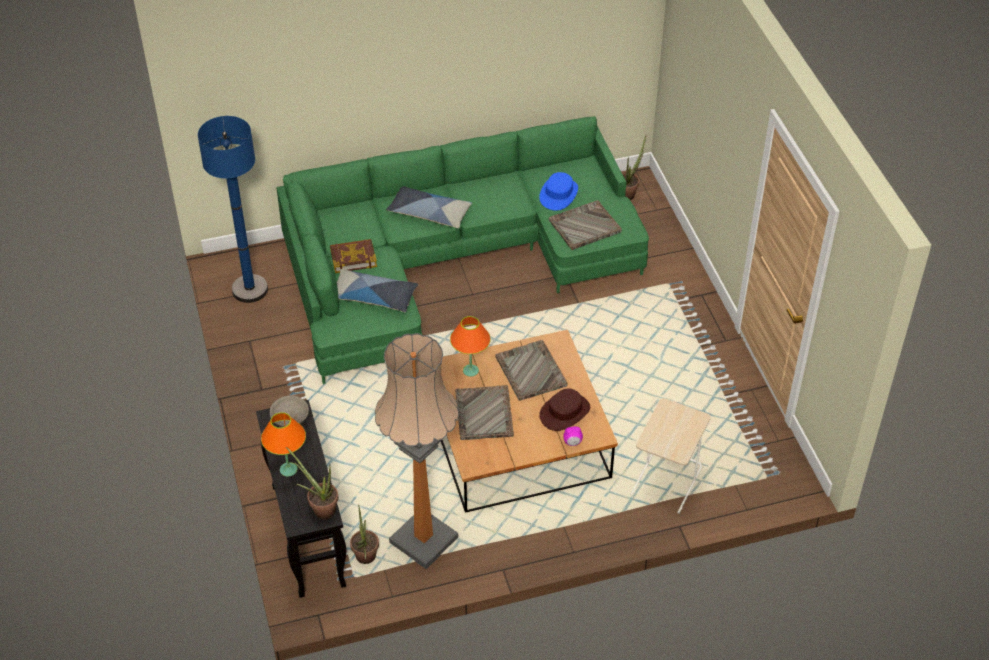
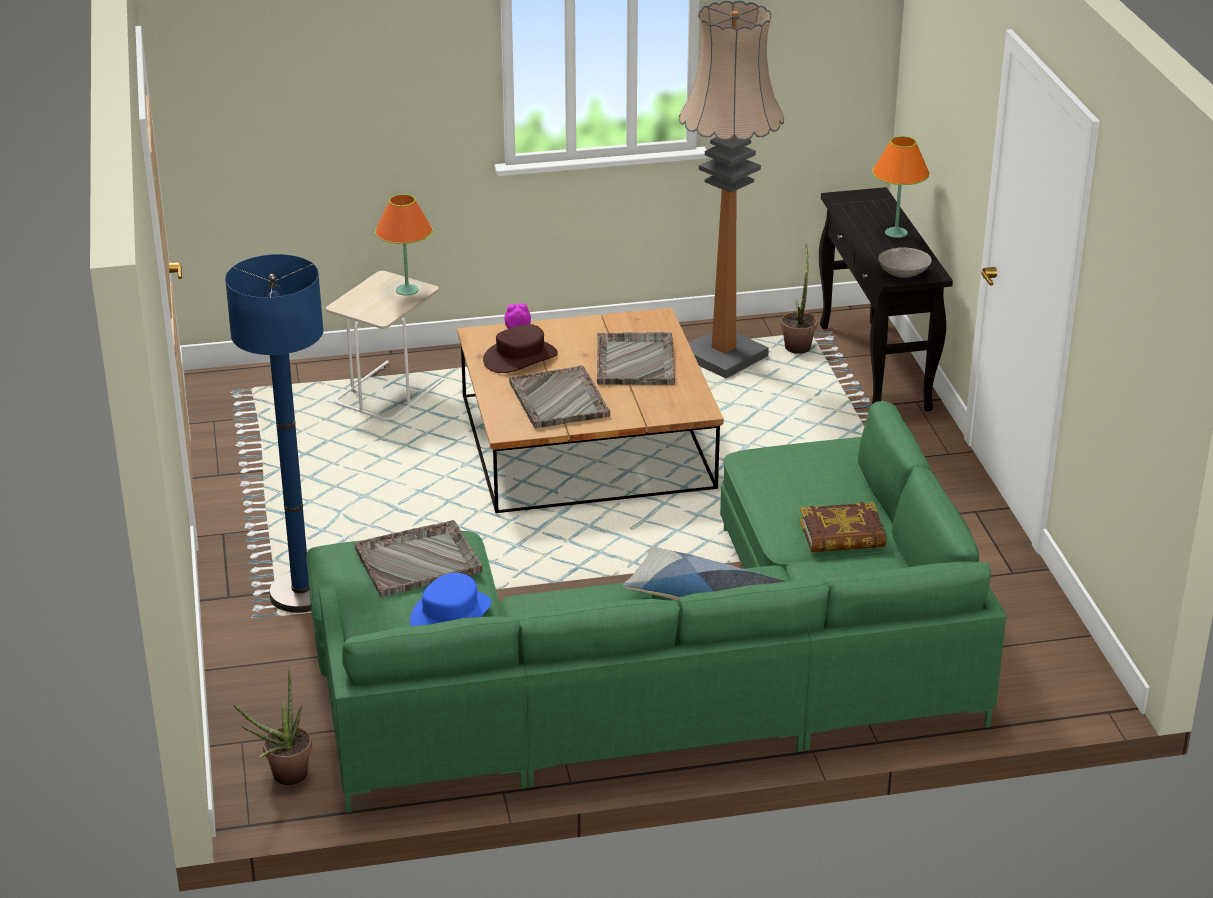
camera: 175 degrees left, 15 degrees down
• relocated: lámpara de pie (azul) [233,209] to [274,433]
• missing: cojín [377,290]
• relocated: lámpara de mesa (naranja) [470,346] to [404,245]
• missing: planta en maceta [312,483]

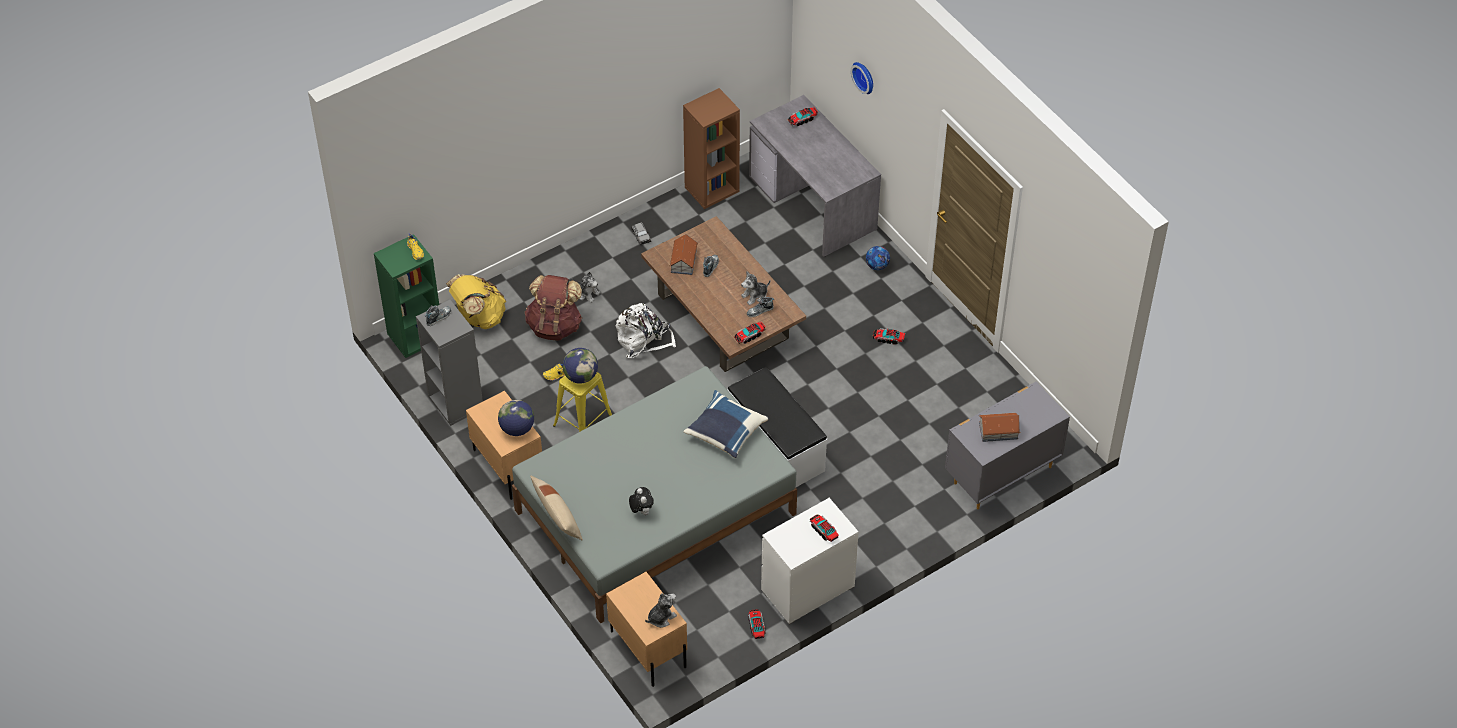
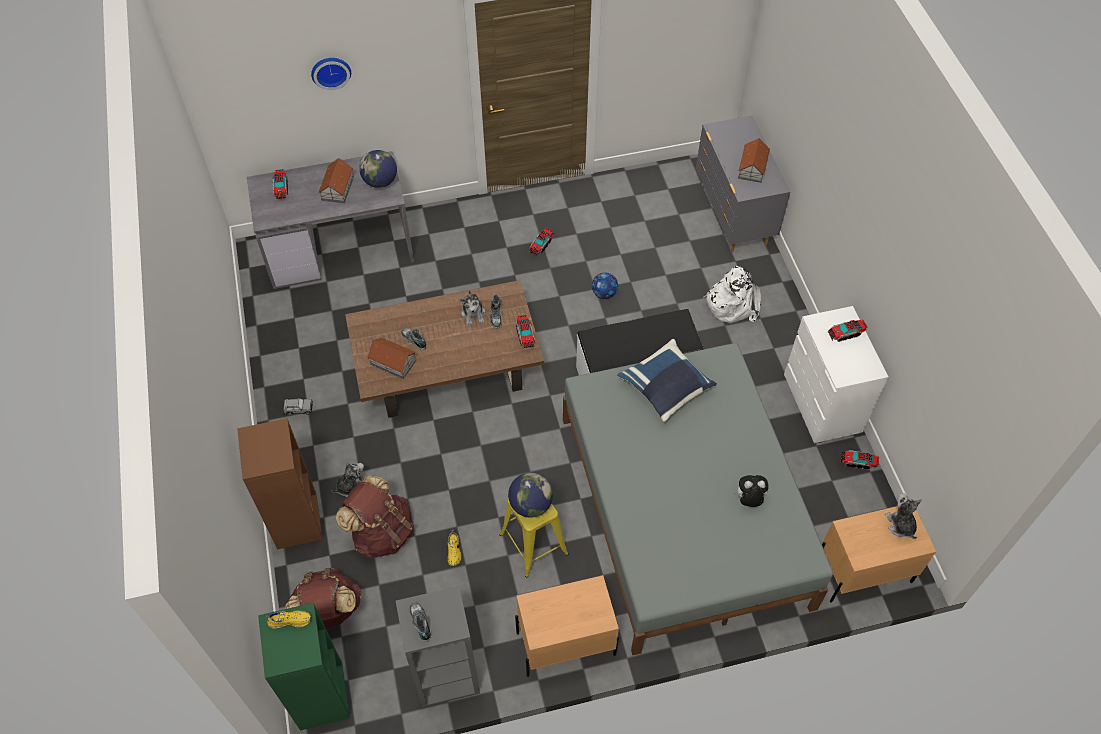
camera: 70 degrees left, 5 degrees up
• relocated: estantería (marrón) [711,148] to [280,483]
• relocated: balón de fútbol [878,258] to [605,286]
• colour: mochila (amarillo) [476,301] to mochila (marrón) [323,598]
• relocated: mochila (blanco) [646,330] to [732,294]
• relocated: globo terráqueo [516,418] to [378,169]
• missing: cojín (beis) [556,507]
• appeared: casita [336,180]

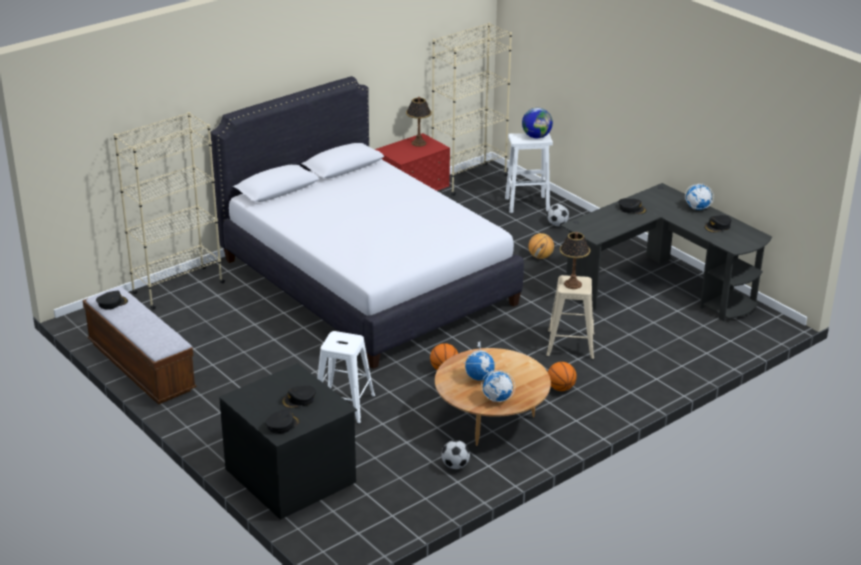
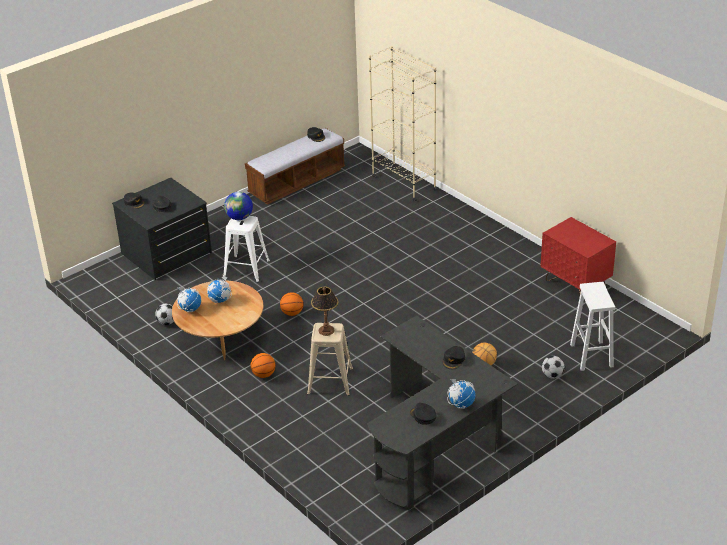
camera: 90 degrees right, 5 degrees up
• missing: estantería (beis) [472,109]
• missing: cama (blanco) [367,222]
• missing: lámpara de mesa [419,122]
• relocated: globo terráqueo [537,123] to [238,206]

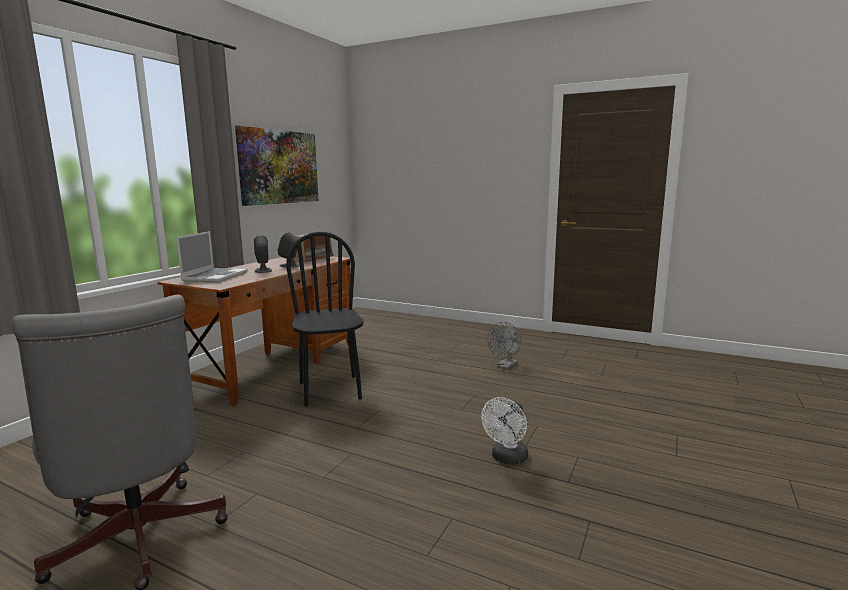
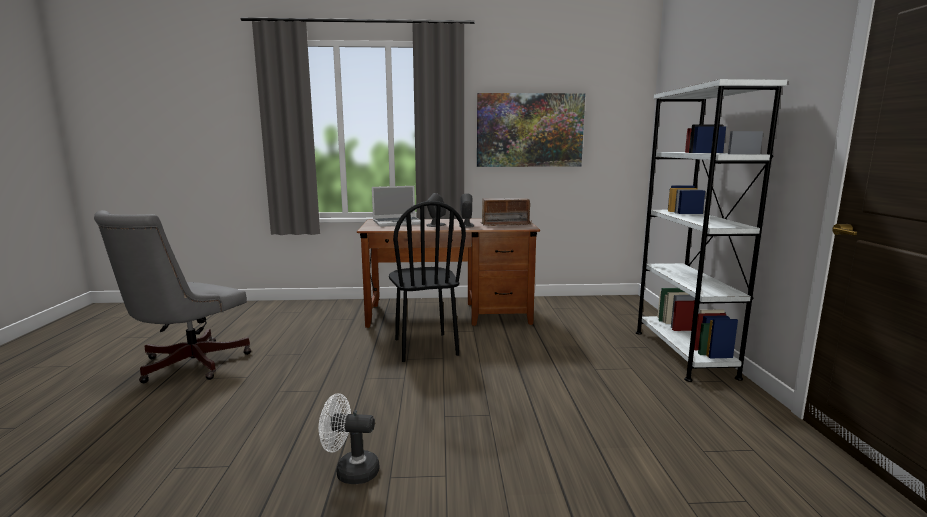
camera: 60 degrees right, 0 degrees up
• spun: silla (negro) [324,319] = [427,281] 120 degrees clockwise
• missing: ventilador (gris) [504,345]
• appeared: estantería (blanco) [711,230]

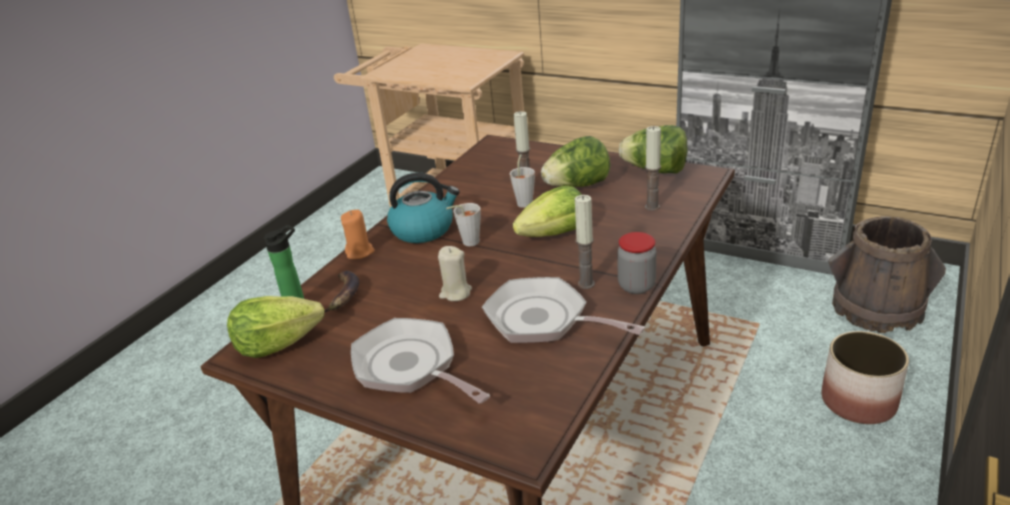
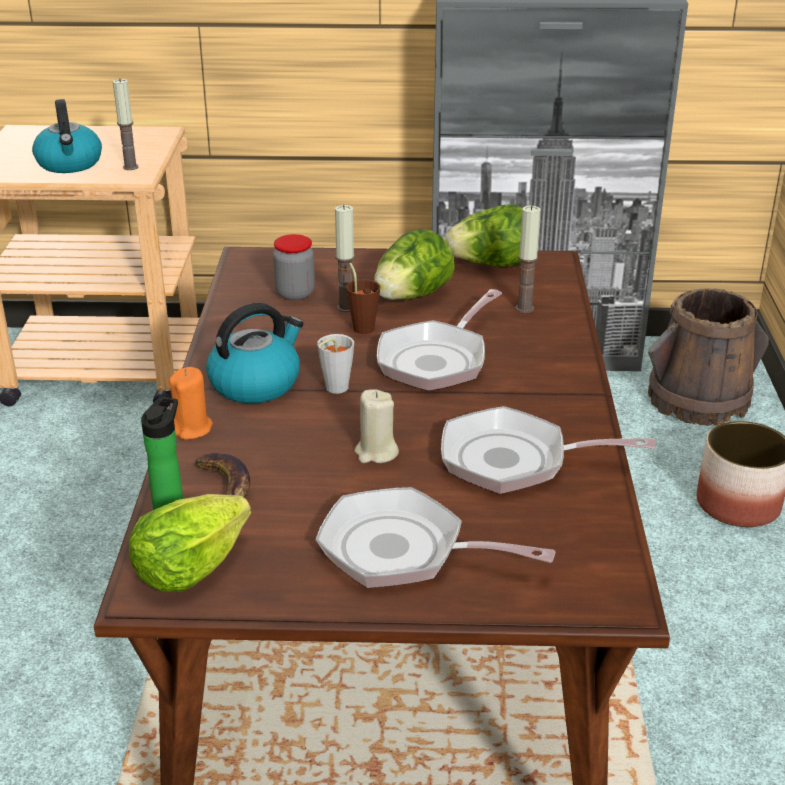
camera: 30 degrees left, 0 degrees up
• colour: taza (gris) [522,181] to taza (marrón) [363,298]
• exchanged: lechuga [547,211] to sartén [439,340]
• relocated: vela [585,242] to [125,124]
• relocated: tarro [636,263] to [294,267]
• appeared: hervidor [67,136]

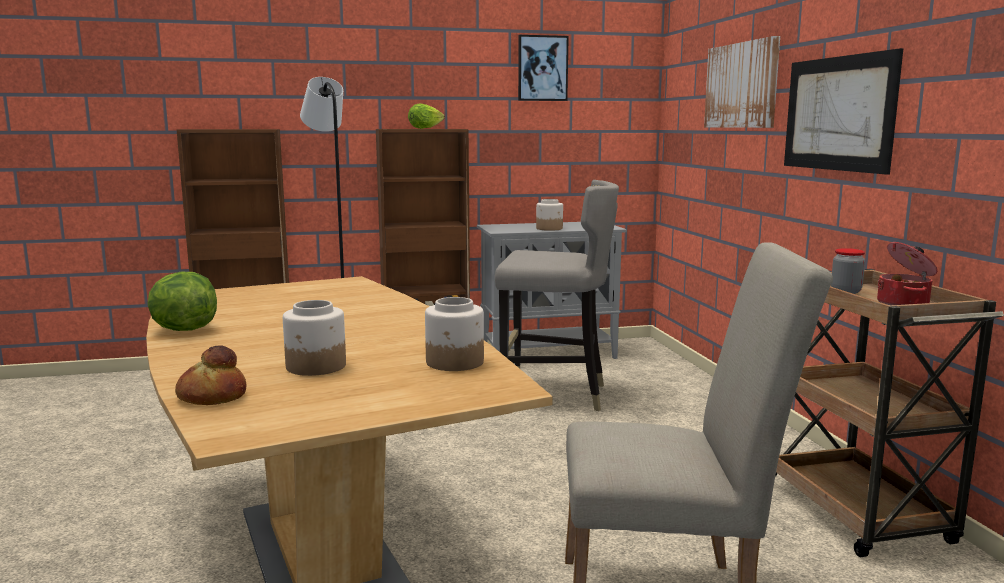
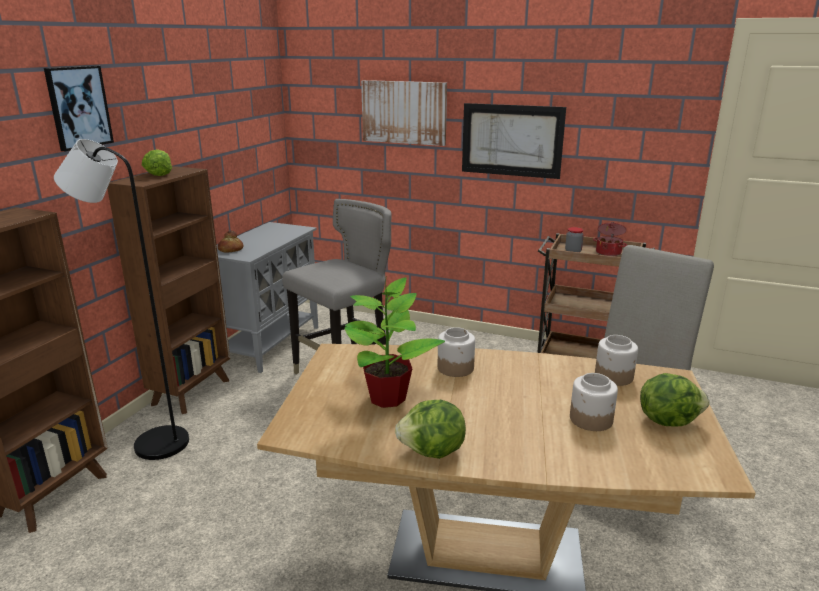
camera: 55 degrees left, 10 degrees up
• relocated: cuadro [543,68] to [79,108]
• relocated: tarro [549,215] to [456,352]
• relocated: pan [211,375] to [230,242]
• appeared: planta en maceta [394,342]
• appeared: lechuga [675,399]

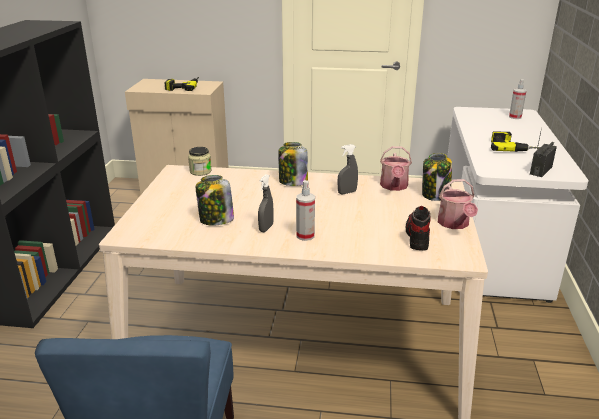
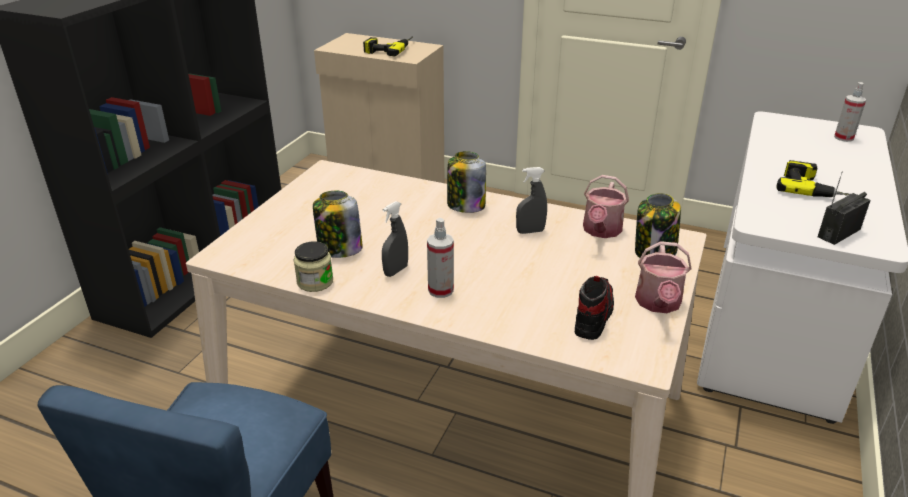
camera: 15 degrees right, 5 degrees up
• relocated: tarro [199,161] to [313,266]

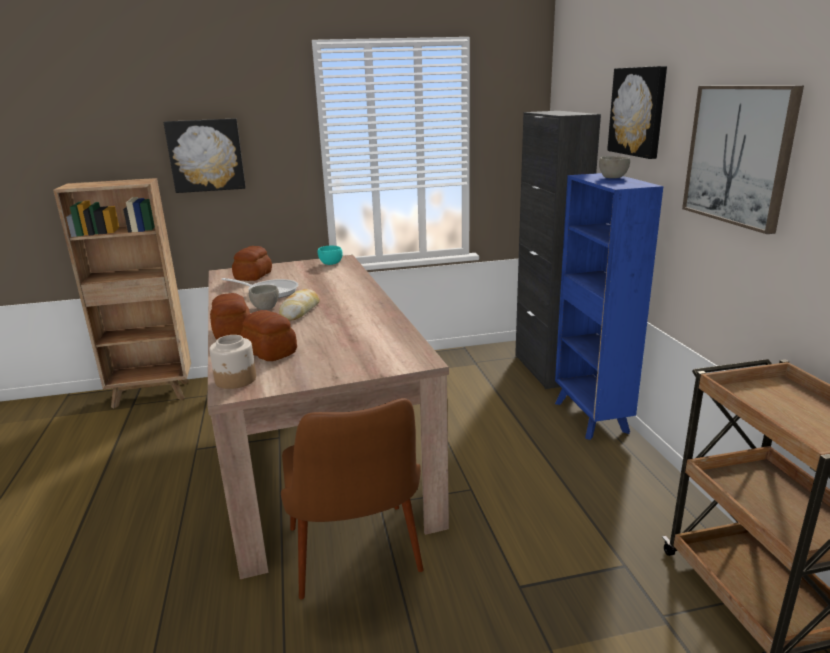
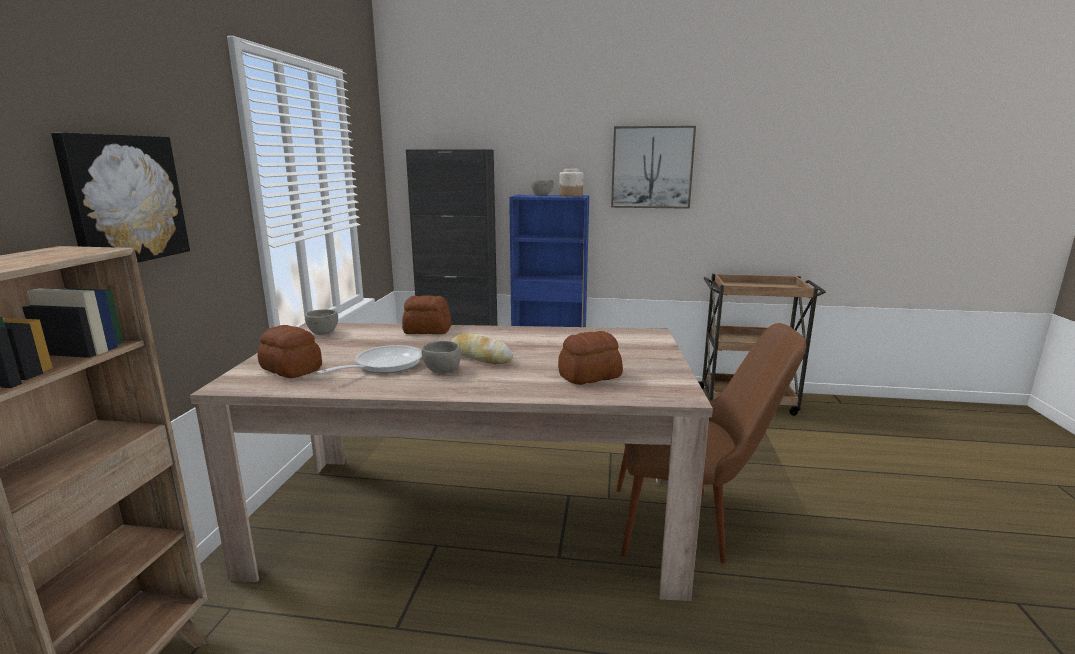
camera: 70 degrees left, 5 degrees down
• missing: cuadro [637,112]
• colour: cuenco (turquesa) [330,255] to cuenco (gris) [321,322]
• relocated: pan [230,316] to [426,315]
• relocated: tarro [232,362] to [571,183]

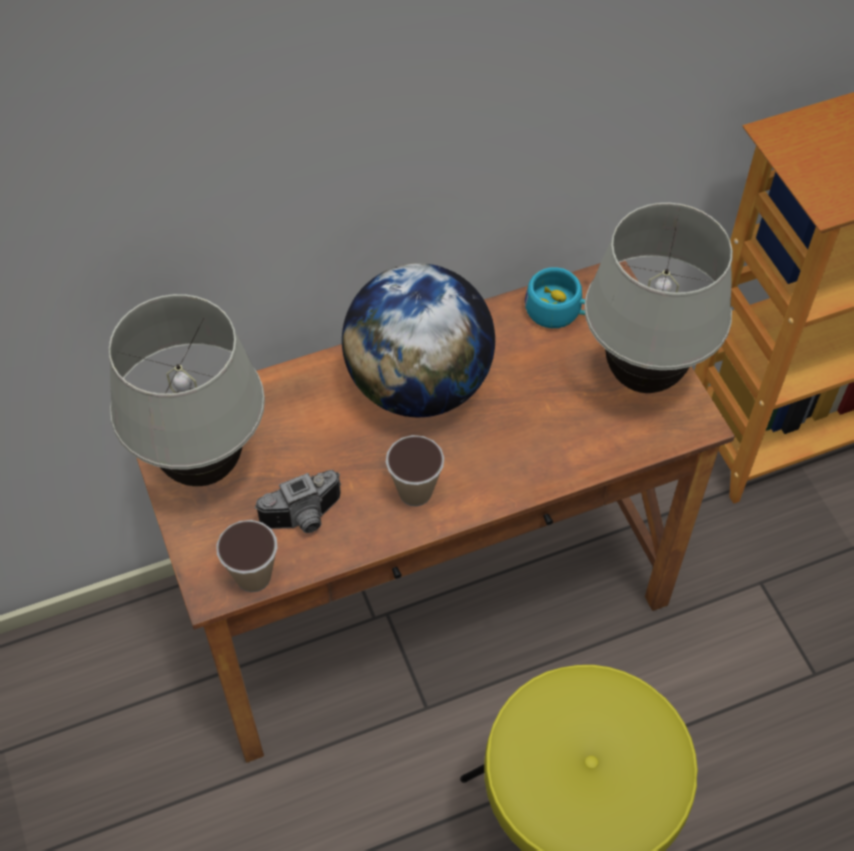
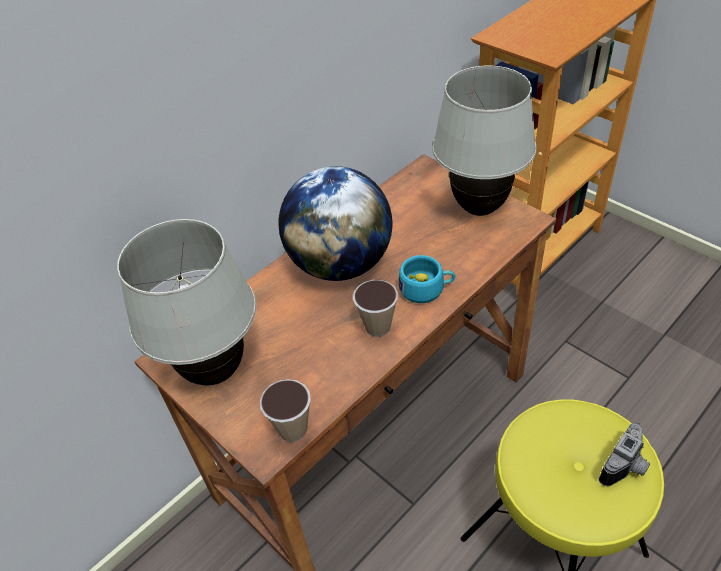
camera: 20 degrees left, 10 degrees down
• relocated: taza (turquesa) [555,297] to [427,279]
• relocated: cámara [298,501] to [624,454]

